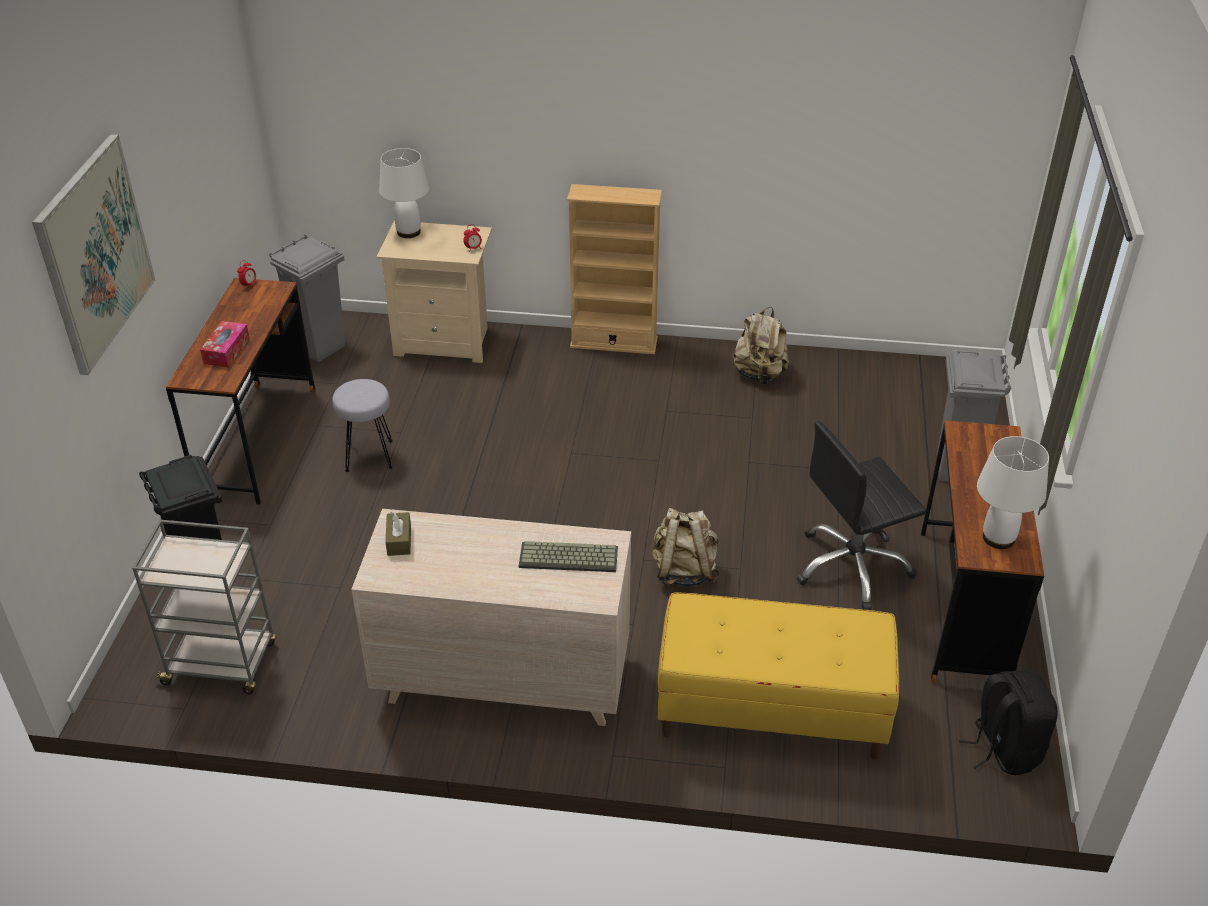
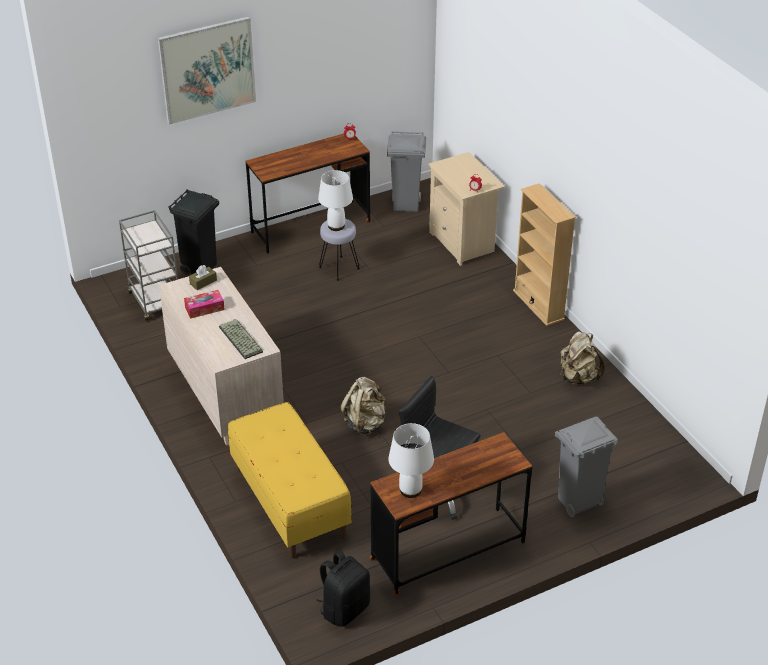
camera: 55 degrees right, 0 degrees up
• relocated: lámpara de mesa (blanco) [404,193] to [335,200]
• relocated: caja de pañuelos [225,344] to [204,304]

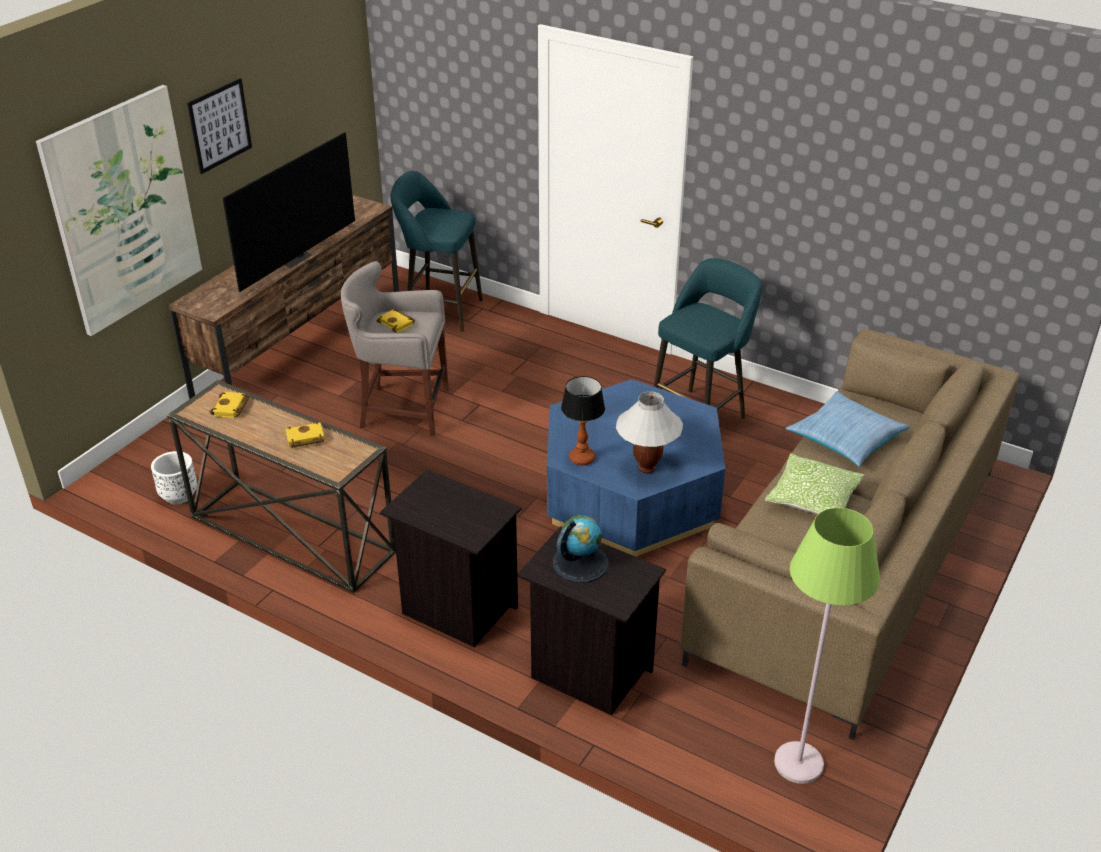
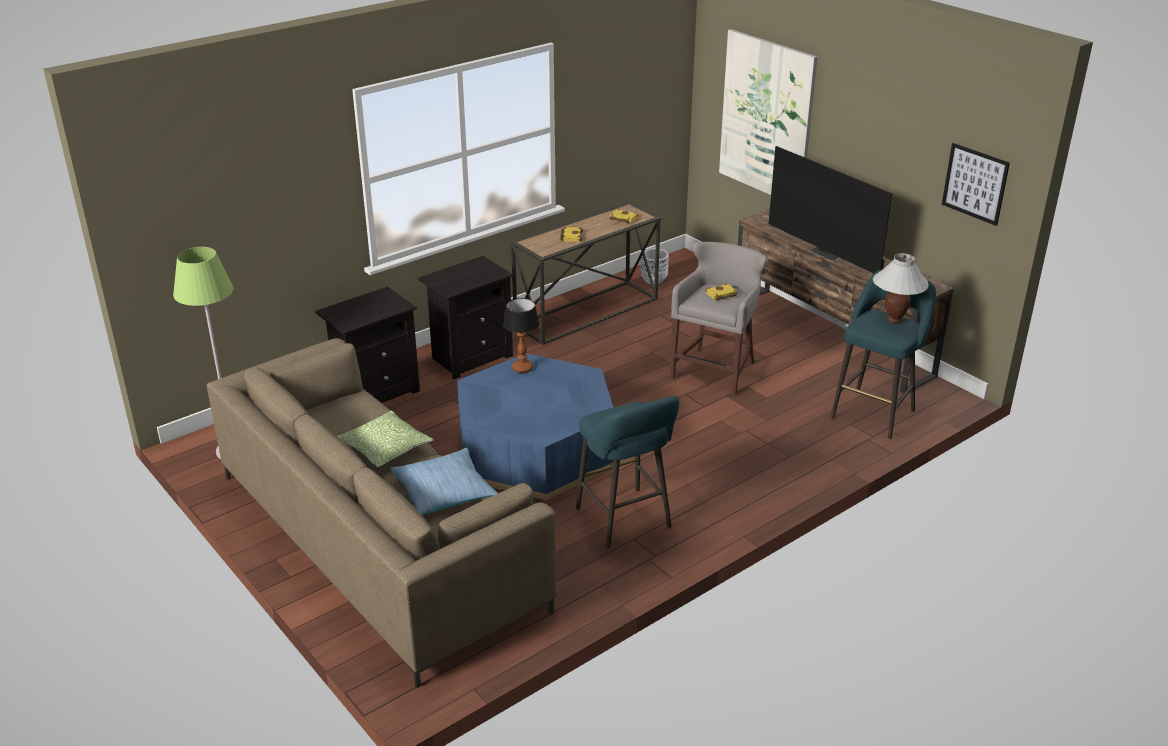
camera: 110 degrees right, 5 degrees down
• relocated: cuadro [219,126] to [976,184]
• relocated: lámpara de mesa (blanco) [649,432] to [901,288]
• missing: globo terráqueo [581,549]

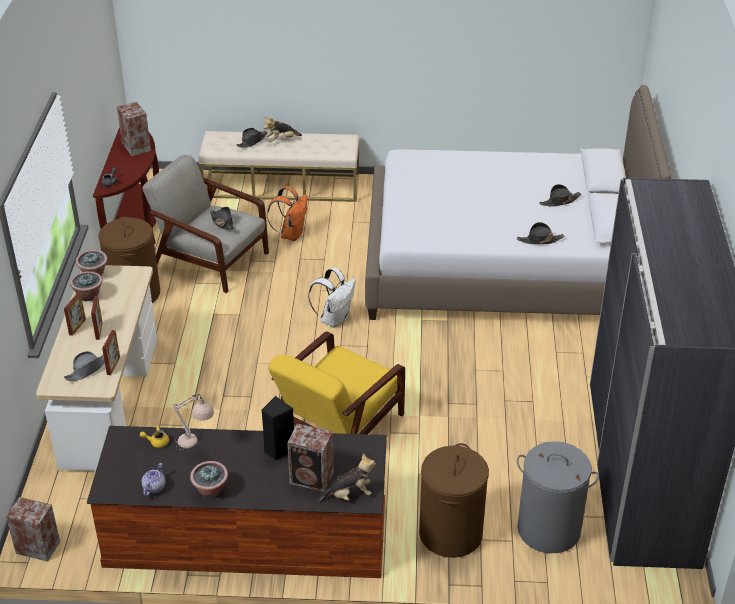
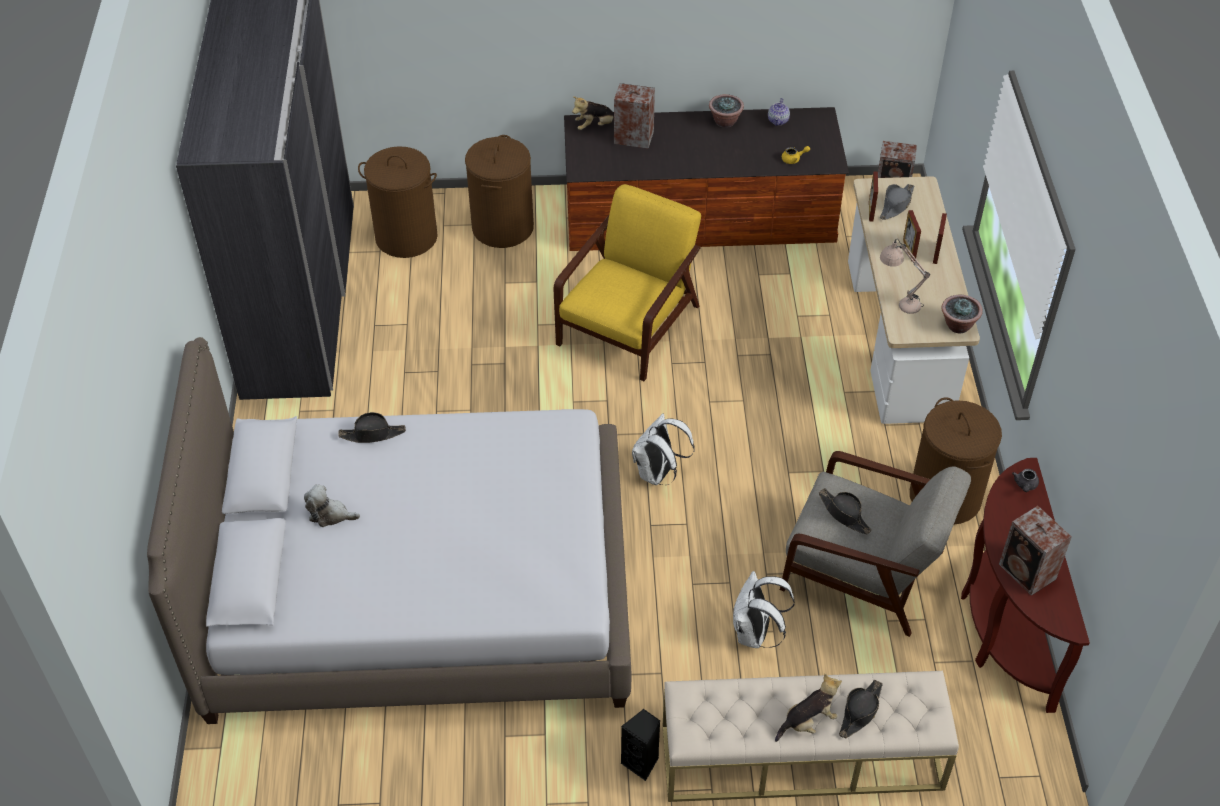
camera: 175 degrees right, 10 degrees up
• exchanged: sombrero (negro) [560,195] to peluche [332,506]
• colour: mochila (naranja) [287,213] to mochila (blanco) [764,609]
• missing: planta en maceta [86,286]
• relocated: lámpara de mesa (beis) [193,422] to [905,276]
• relocated: altavoz (negro) [278,428] to [640,745]
• colour: cesto de la ropa (gris) [558,497] to cesto de la ropa (marrón) [398,202]

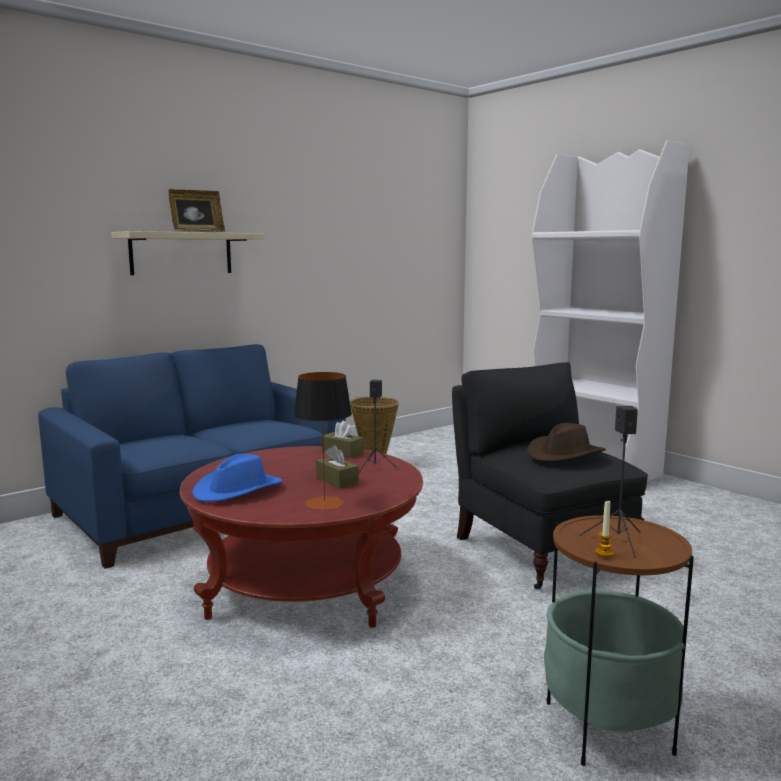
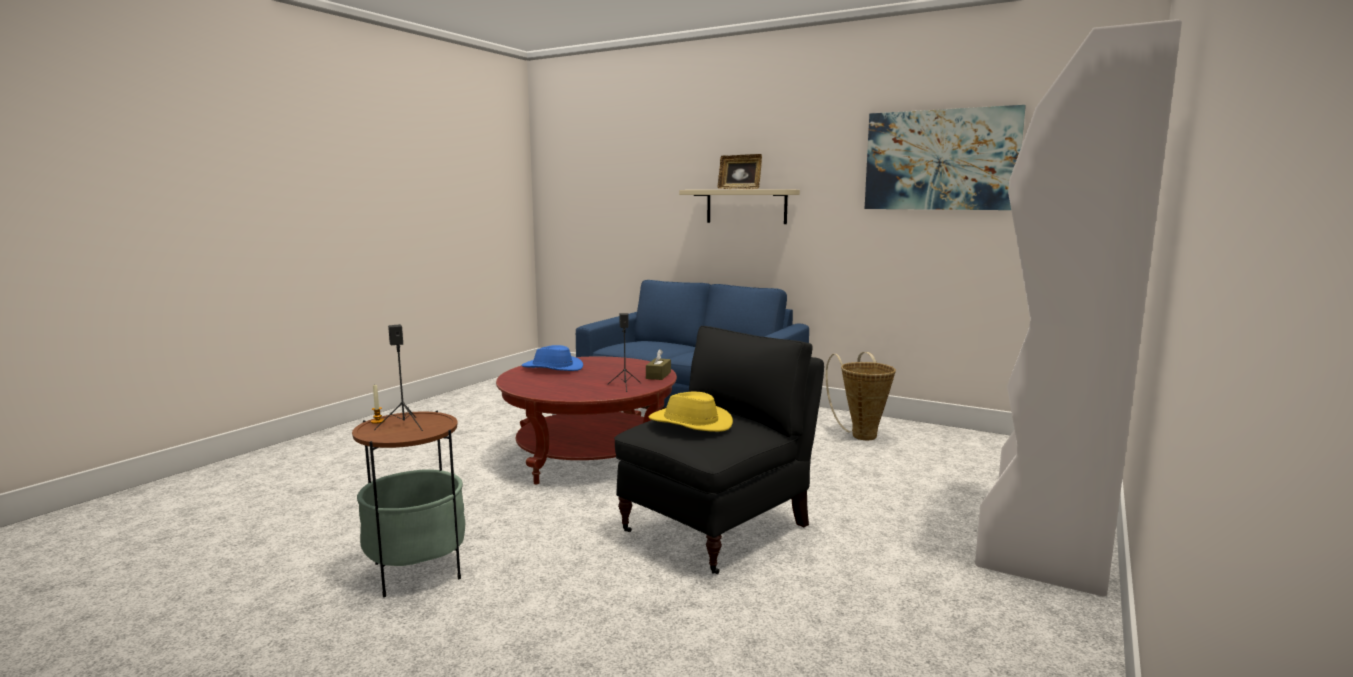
camera: 70 degrees right, 0 degrees up
• missing: lámpara de mesa [322,441]
• colour: sombrero (marrón) [566,442] to sombrero (amarillo) [691,412]
• missing: caja de pañuelos (marrón) [337,467]
• appeared: cuadro [945,157]

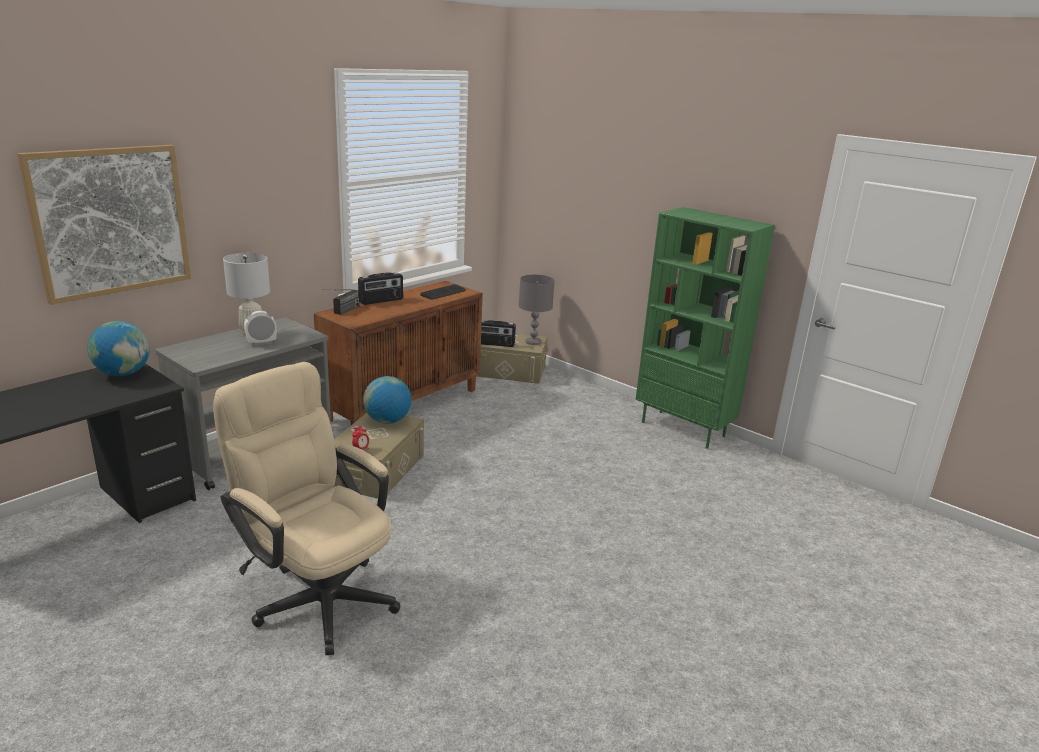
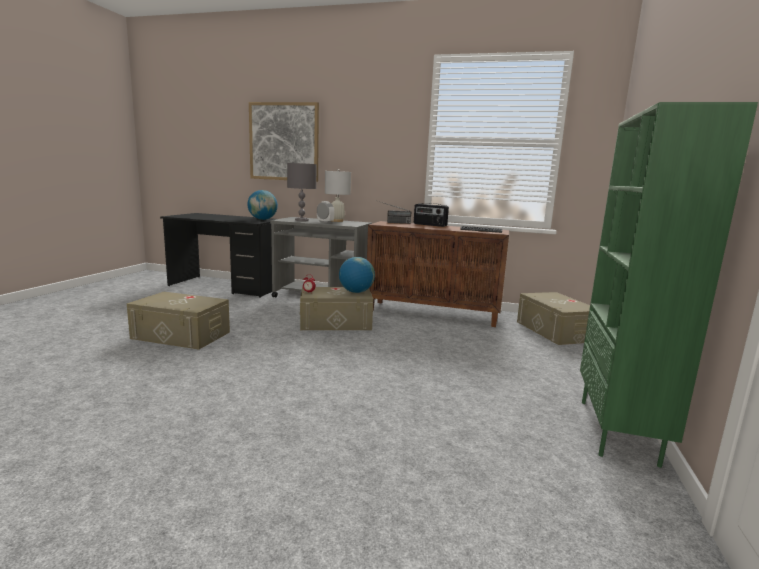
camera: 65 degrees right, 10 degrees down
• relocated: lámpara de mesa (gris) [537,310] to [301,192]
• missing: radio [498,333]
• exchanged: silla de oficina (beis) [307,508] to caja de almacenaje (beis) [178,321]

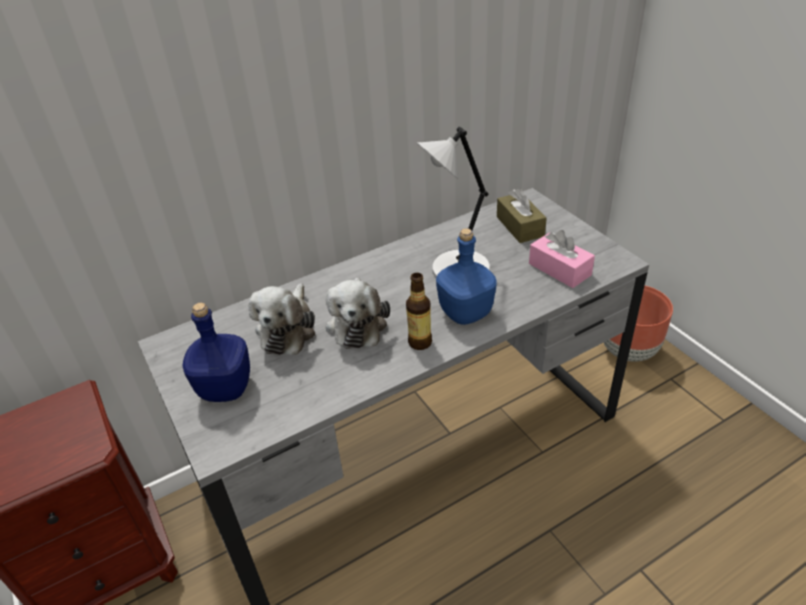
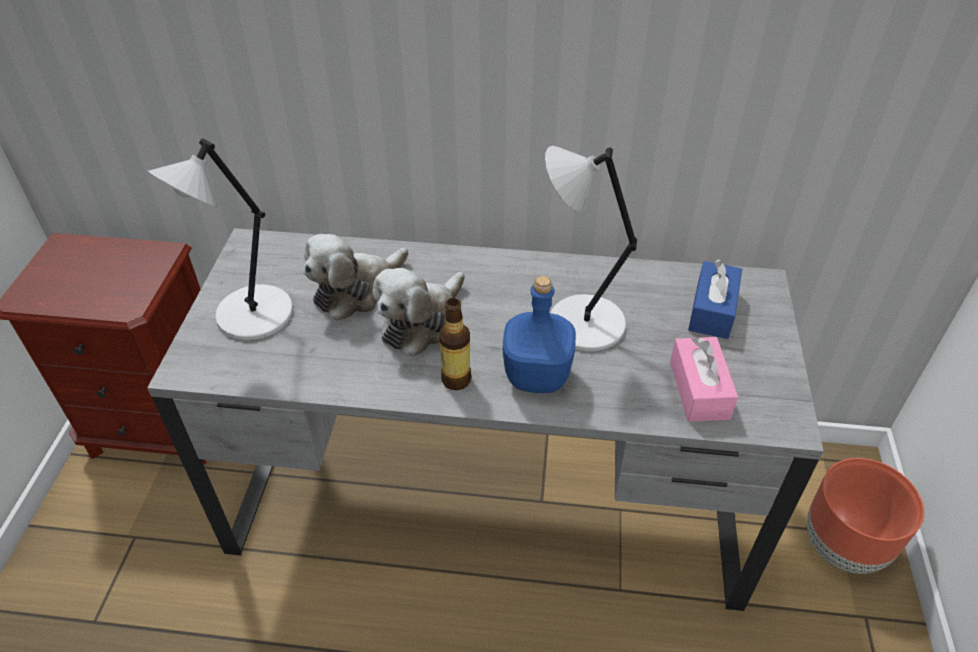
camera: 35 degrees right, 5 degrees up
• colour: caja de pañuelos (marrón) [522,215] to caja de pañuelos (azul) [715,299]
• exchanged: botella (azul) [216,352] to lámpara de mesa (gris) [220,239]

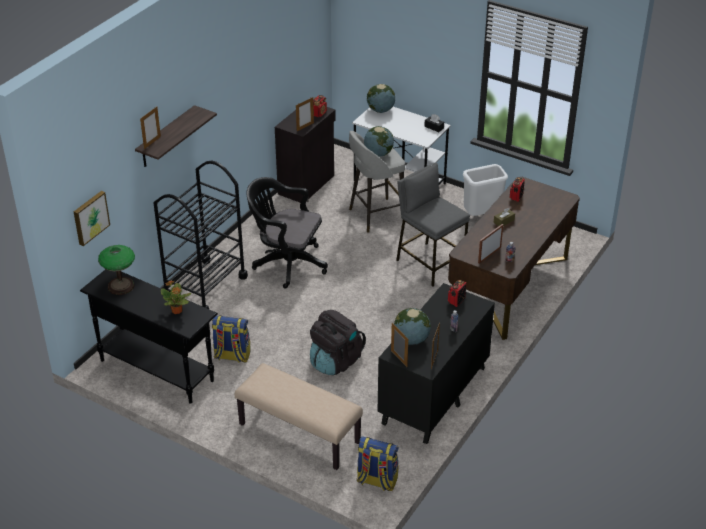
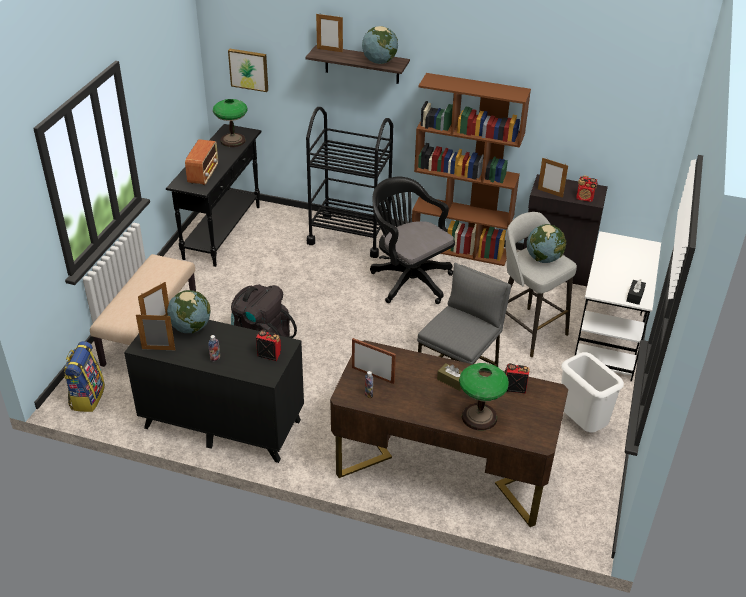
camera: 75 degrees right, 0 degrees up
• relocated: globo terráqueo [381,98] to [380,45]
• spun: silla de oficina (negro) [287,233] = [412,240] 45 degrees counterclockwise
• exchanged: planta en maceta [176,297] to radio [201,162]
• missing: mochila [231,339]
• appeared: estantería (marrón) [471,169]
• appeared: lámpara de mesa [484,397]

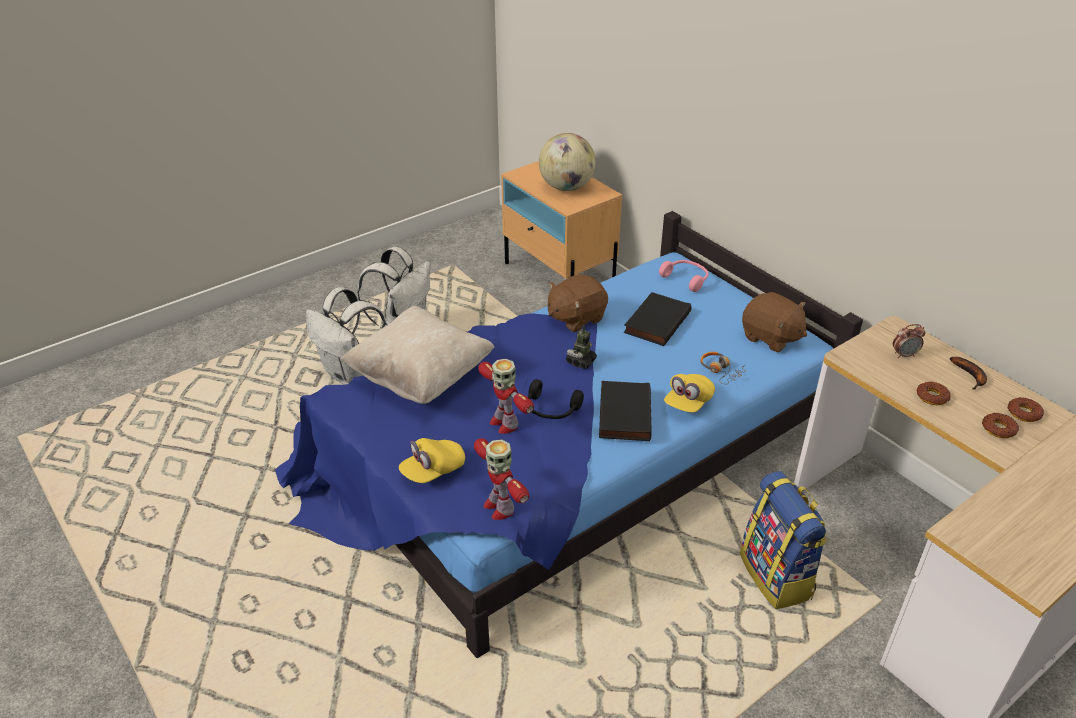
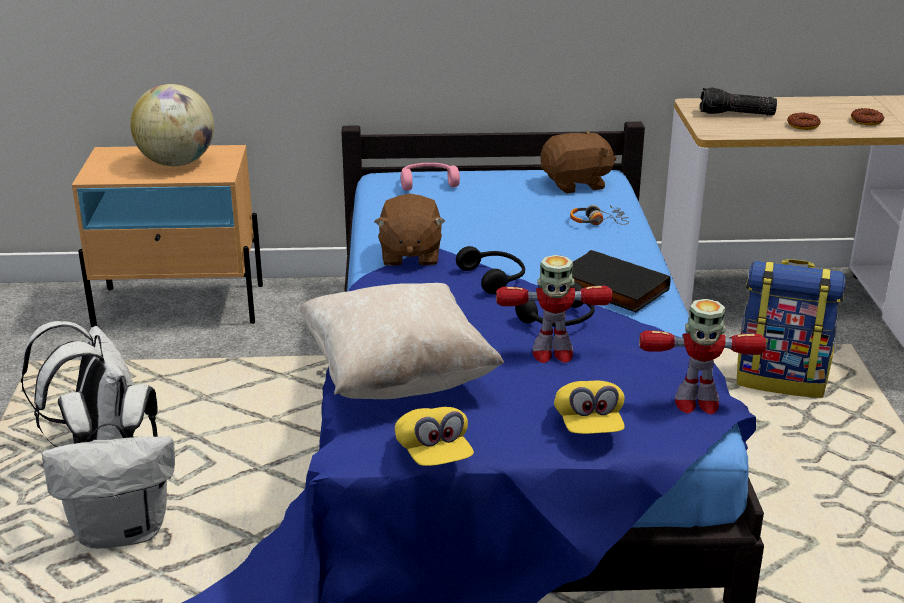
camera: 55 degrees left, 10 degrees down
• missing: libro (negro) [657,319]
• exchanged: despertador [909,341] to linterna [738,101]
• exchanged: robot de juguete [581,346] to auriculares (negro) [490,270]
• missing: plátano [968,373]
• relocated: gorra (amarillo) [689,393] to [434,436]
• missing: rosquilla [1026,409]

